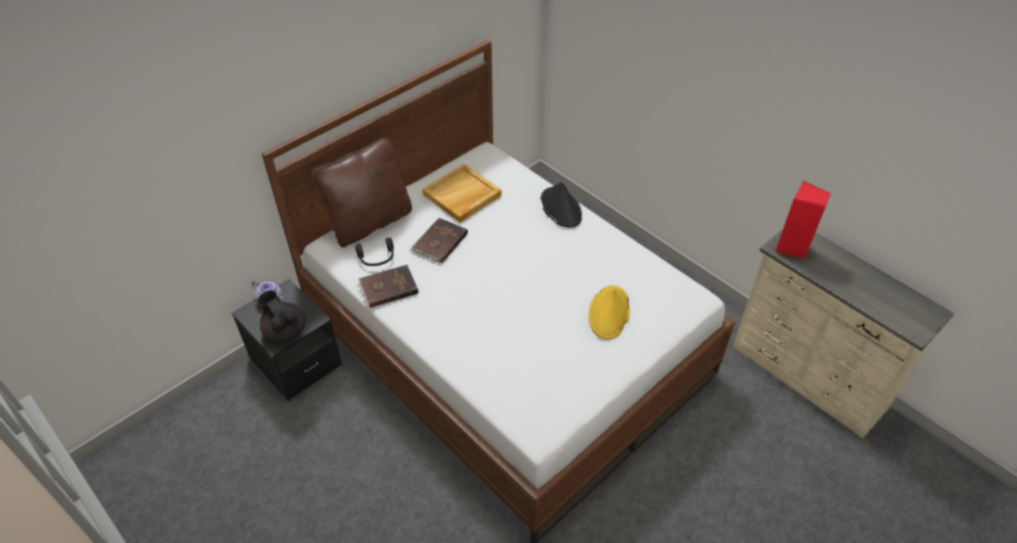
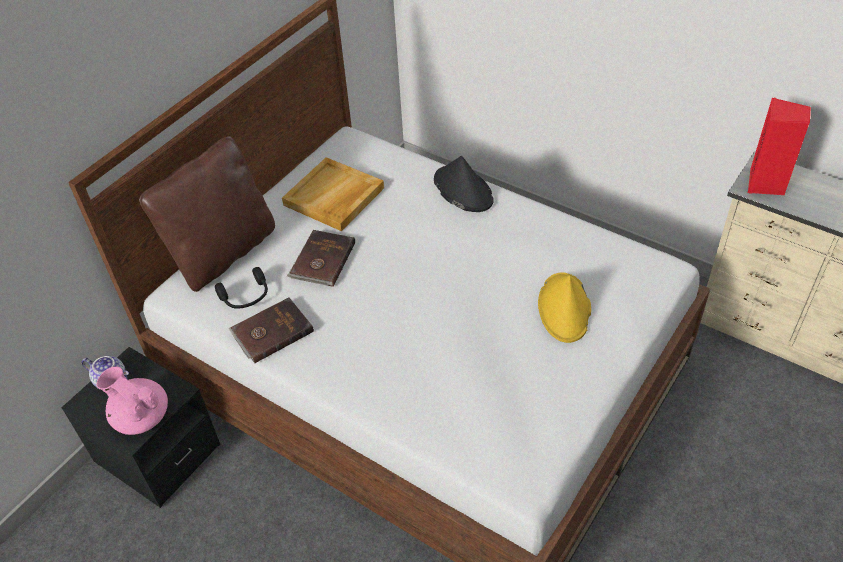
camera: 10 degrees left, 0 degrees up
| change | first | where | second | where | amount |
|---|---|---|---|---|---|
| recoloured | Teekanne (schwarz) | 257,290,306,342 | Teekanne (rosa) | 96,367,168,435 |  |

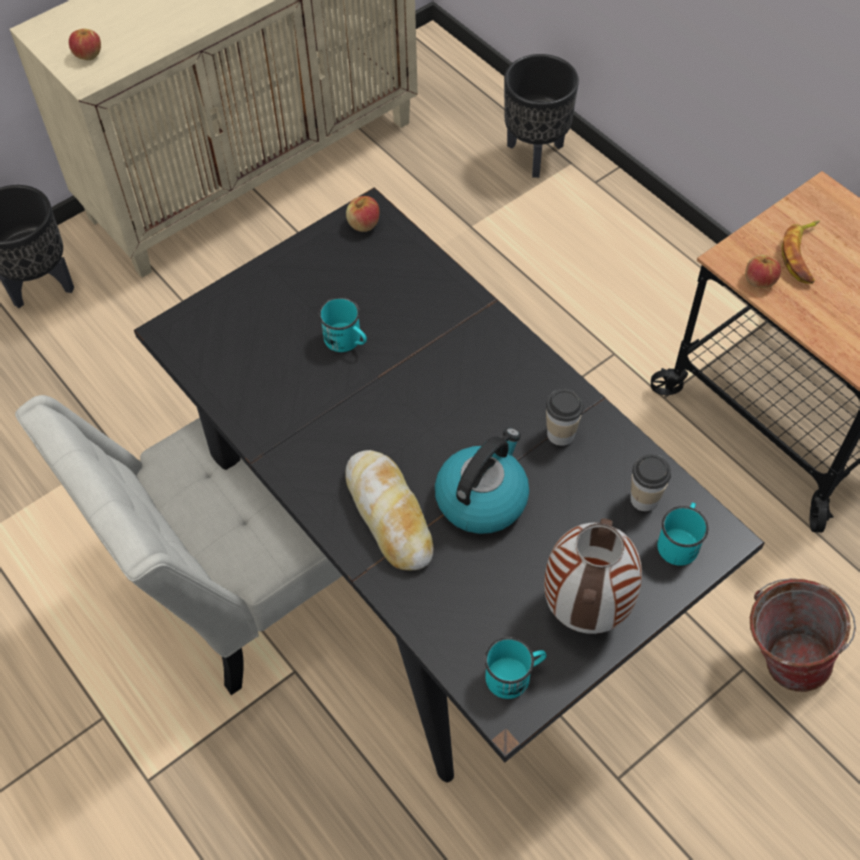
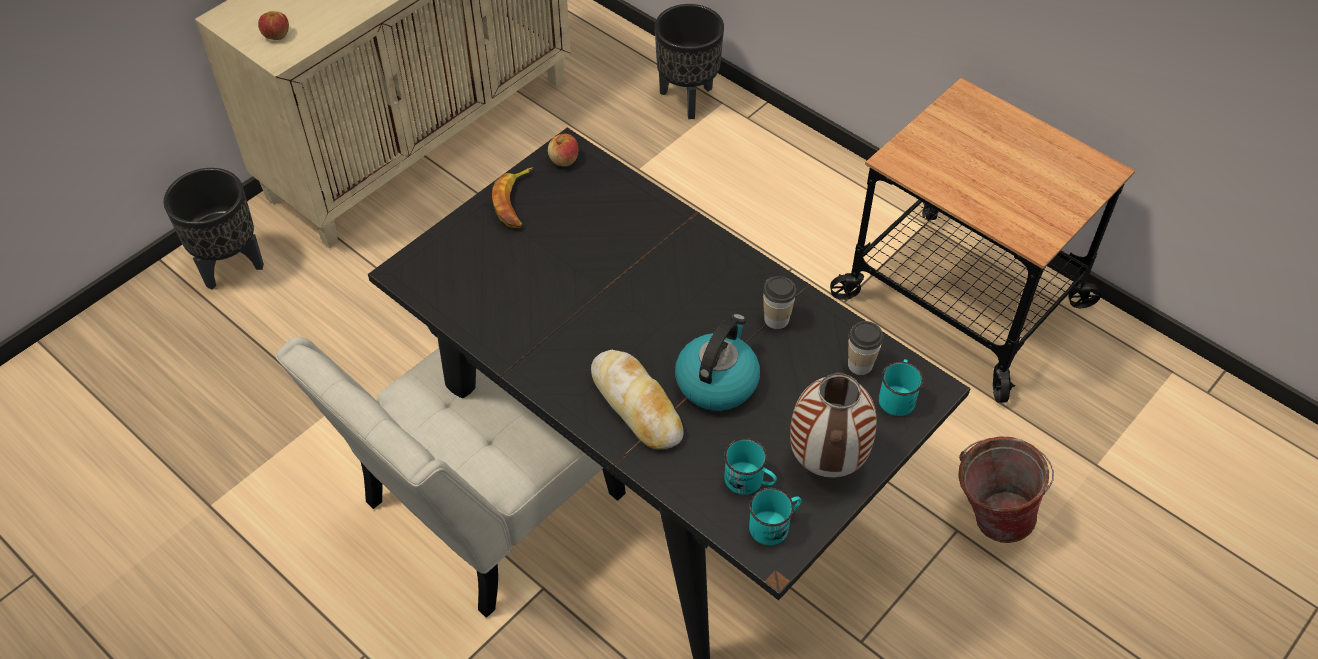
camera: 10 degrees left, 5 degrees down
| change | first | where | second | where | amount |
|---|---|---|---|---|---|
| moved | Henkelbecher (türkis) | 319,297,367,352 |  | 724,438,777,495 |  |
| removed | Apfel | 745,255,781,288 |  |  |  |
| moved | Banane | 781,221,820,284 |  | 492,167,533,228 |  |

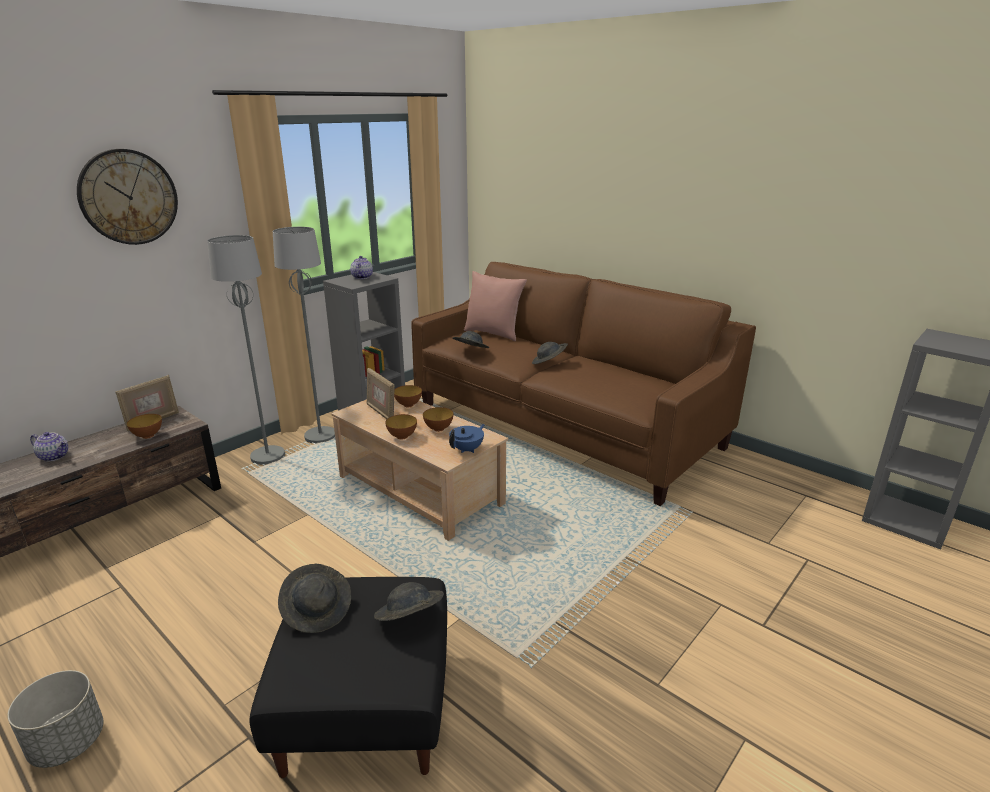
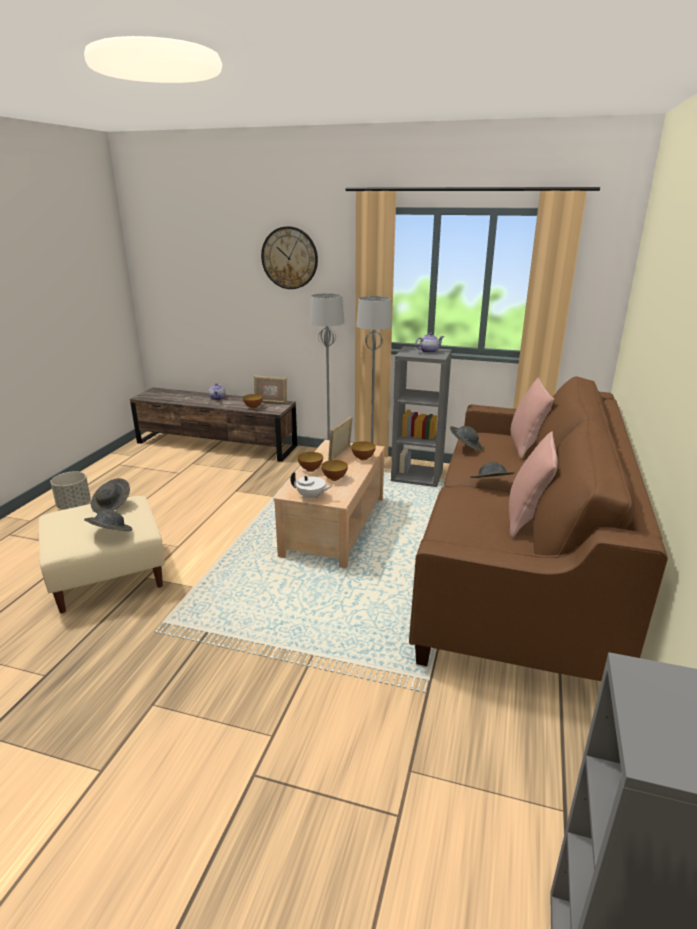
camera: 65 degrees right, 0 degrees up
| change | first | where | second | where | amount |
|---|---|---|---|---|---|
| recoloured | Polsterhocker (schwarz) | 249,577,447,778 | Polsterhocker (beige) | 39,496,165,613 |  |
| recoloured | Teekanne (blau) | 449,424,485,453 | Teekanne (weiß) | 290,472,333,501 |  |
| added |  |  | Kissen (rosa) | 509,431,558,538 |  |

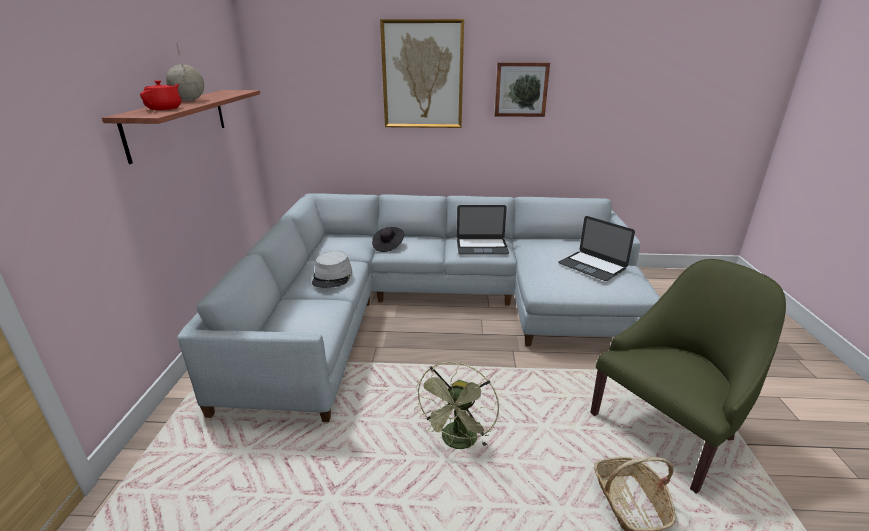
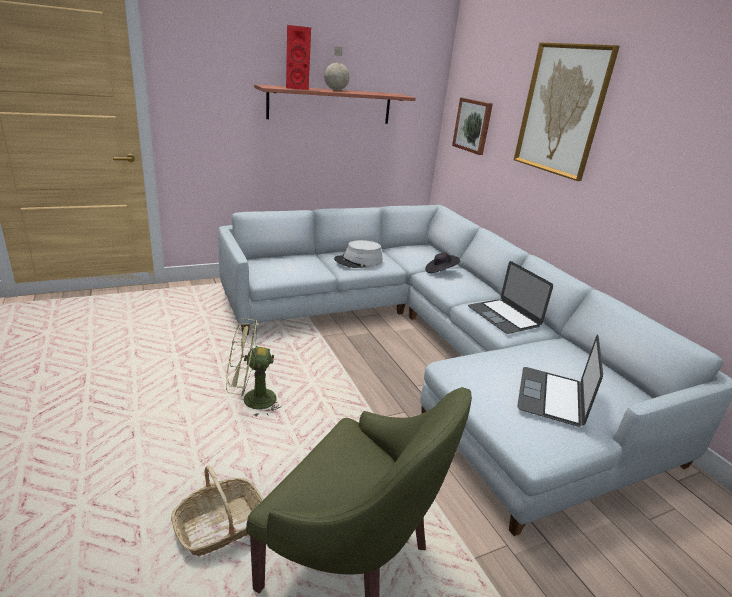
camera: 60 degrees right, 0 degrees up
| change | first | where | second | where | amount |
|---|---|---|---|---|---|
| replaced | Teekanne (rot) | 140,80,182,110 | Lautsprecher (rot) | 286,25,311,90 |  |
| moved | Bild | 494,62,550,117 |  | 452,98,493,155 |  |

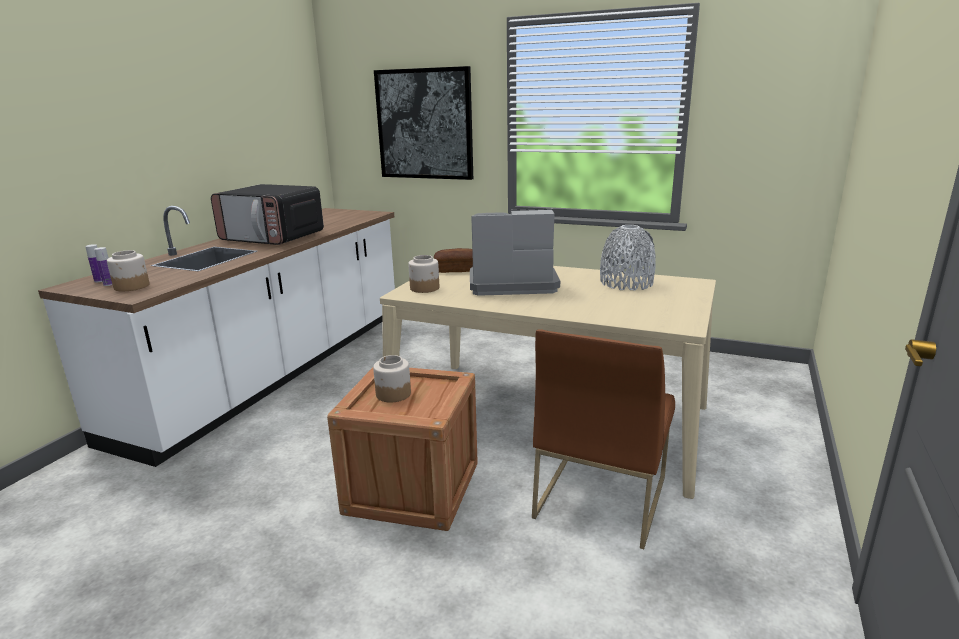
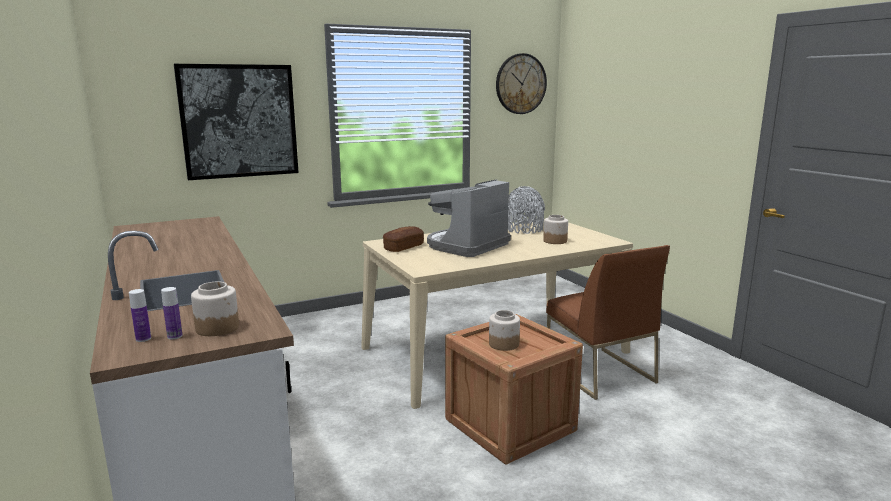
camera: 50 degrees left, 5 degrees down
| change | first | where | second | where | amount |
|---|---|---|---|---|---|
| removed | Mikrowelle | 211,184,324,245 |  |  |  |
| moved | Vorratsglas | 408,255,439,293 |  | 543,215,568,244 |  |
| added |  |  | Wanduhr | 496,53,547,114 |  |

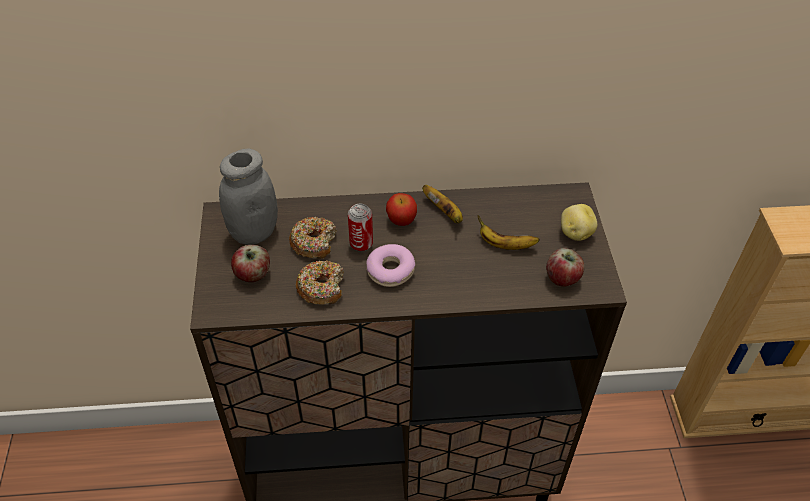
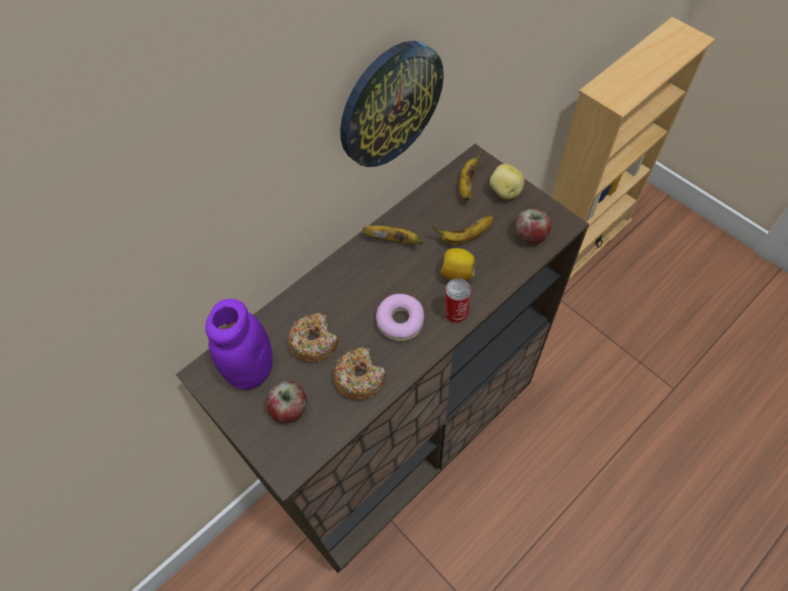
camera: 35 degrees left, 10 degrees up
| change | first | where | second | where | amount |
|---|---|---|---|---|---|
| recoloured | Vorratsglas (grau) | 219,149,278,245 | Vorratsglas (lila) | 205,299,273,390 |  |
| moved | Dose | 348,204,373,252 |  | 444,278,471,322 |  |
| removed | Apfel | 386,193,417,226 |  |  |  |
| added |  |  | Wanduhr | 340,41,444,167 |  |
| added |  |  | Zitrone | 441,248,475,281 |  |
| added |  |  | Banane | 459,150,484,200 |  |

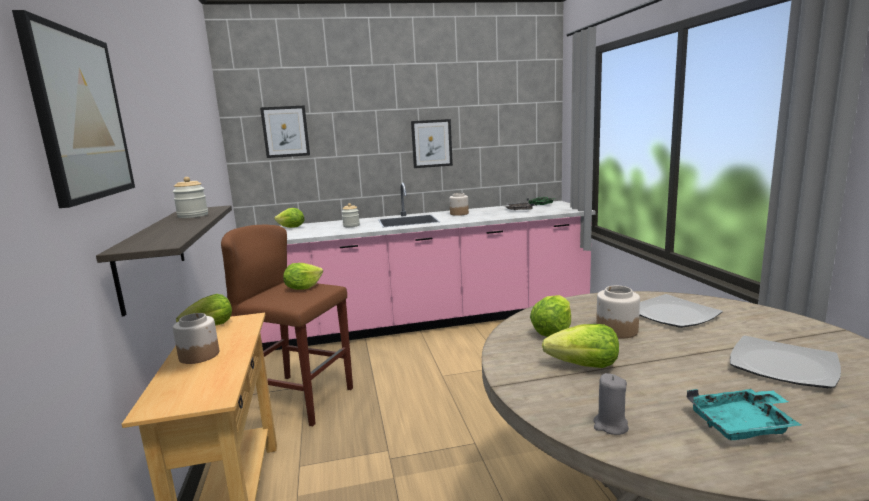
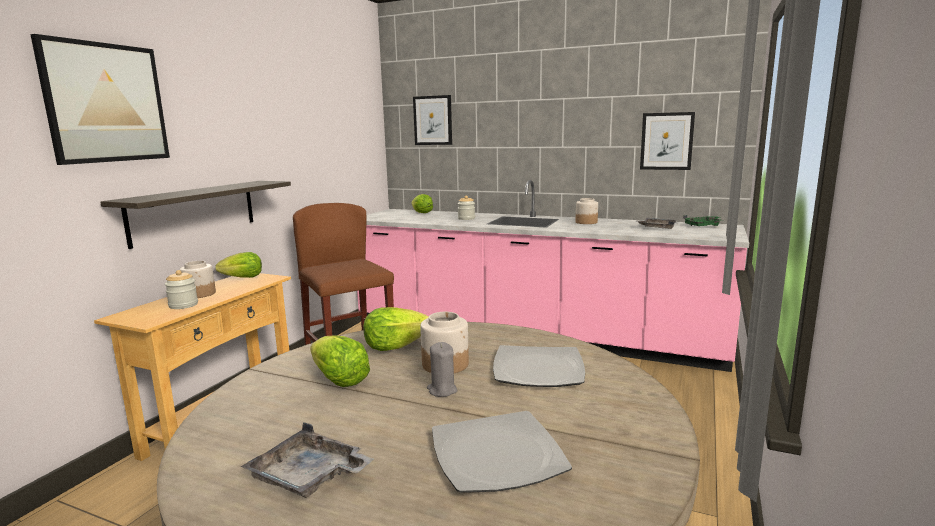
camera: 35 degrees right, 0 degrees up
| change | first | where | second | where | amount |
|---|---|---|---|---|---|
| moved | Vorratsglas | 172,177,208,218 |  | 165,270,198,309 |  |
| removed | Salatkopf | 283,263,323,290 |  |  |  |
| moved | Bild | 411,119,453,168 |  | 640,112,695,170 |  |
| moved | Kerze (grau) | 593,373,629,435 |  | 427,342,458,397 |  |
| recoloured | Tablett (türkis) | 687,389,801,440 | Tablett (grau) | 241,422,374,498 |  |

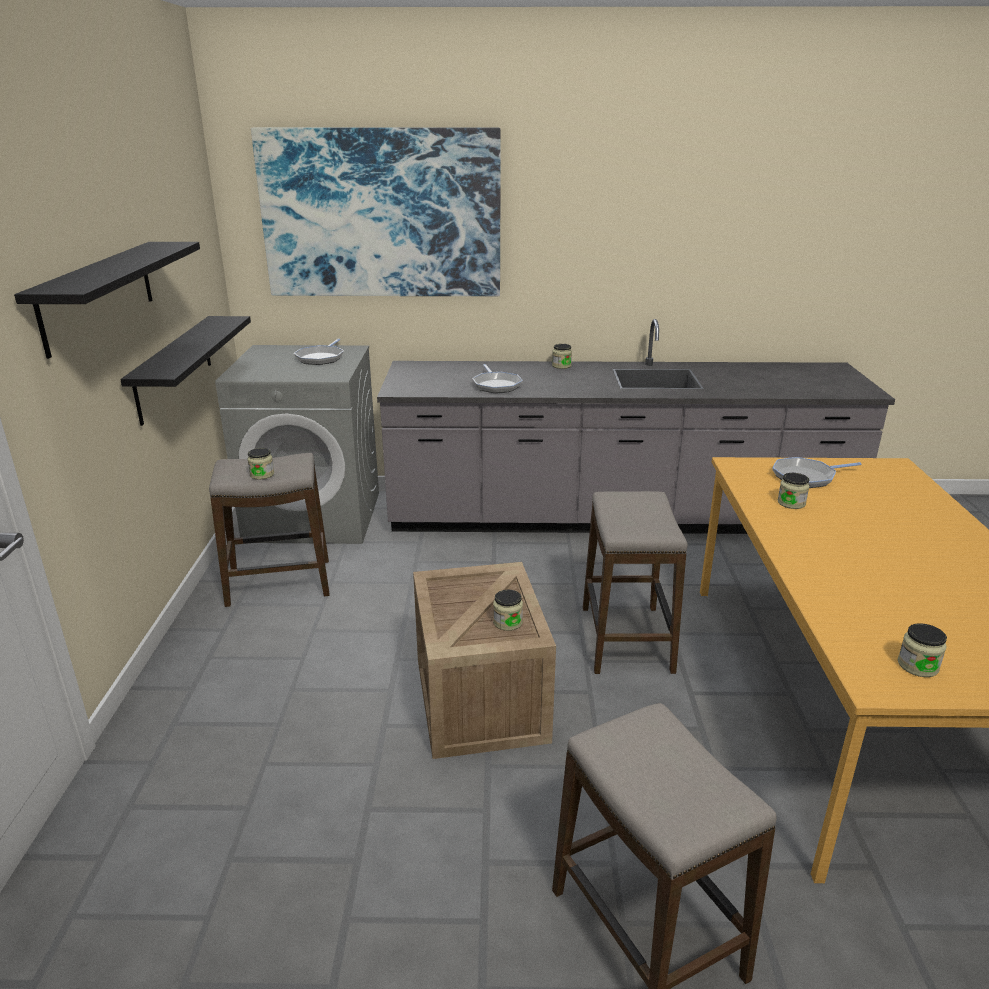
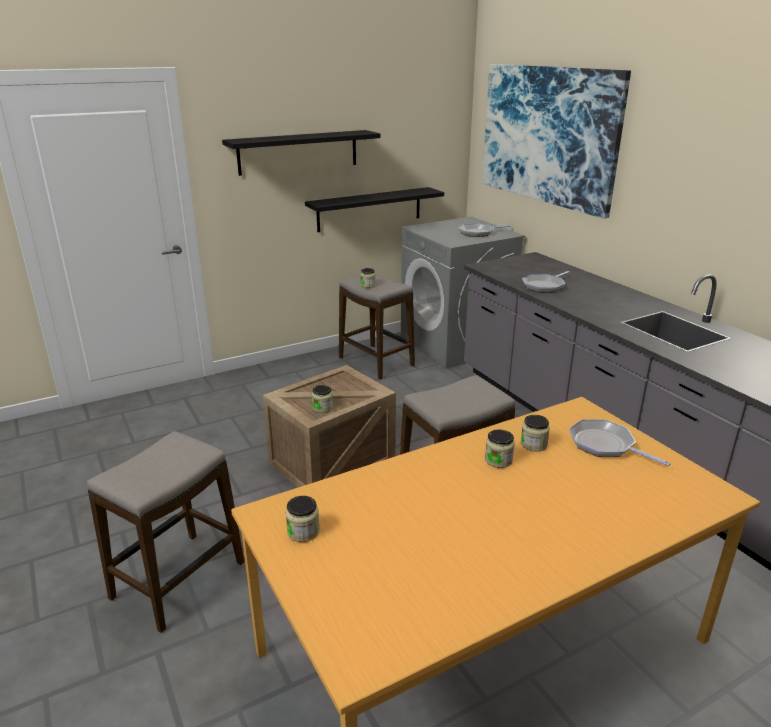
camera: 60 degrees right, 0 degrees up
| change | first | where | second | where | amount |
|---|---|---|---|---|---|
| moved | Vorratsglas | 552,344,572,369 |  | 485,430,515,468 |  |

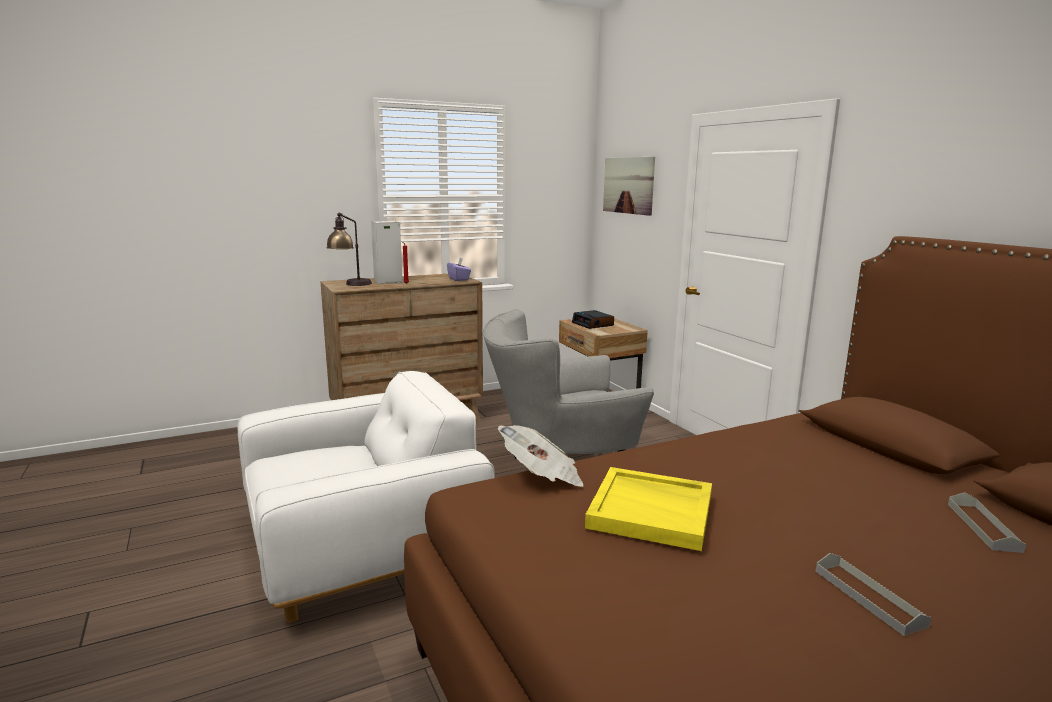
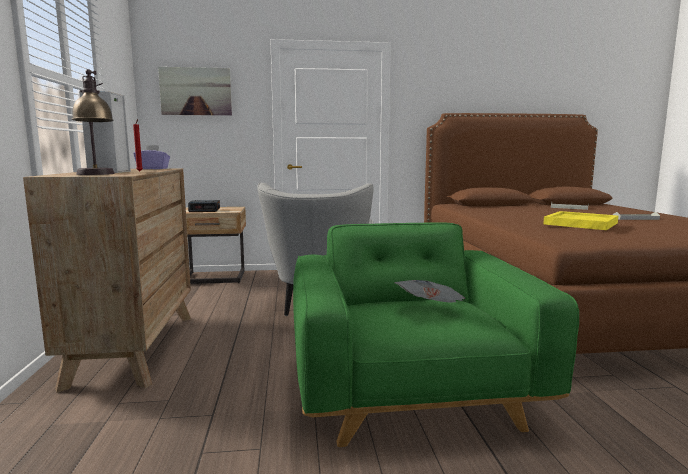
camera: 70 degrees left, 5 degrees down
| change | first | where | second | where | amount |
|---|---|---|---|---|---|
| recoloured | Sessel (weiß) | 237,371,495,623 | Sessel (grün) | 293,222,579,447 |  |
| moved | Zeitung | 498,425,584,487 |  | 394,280,465,303 |  |

